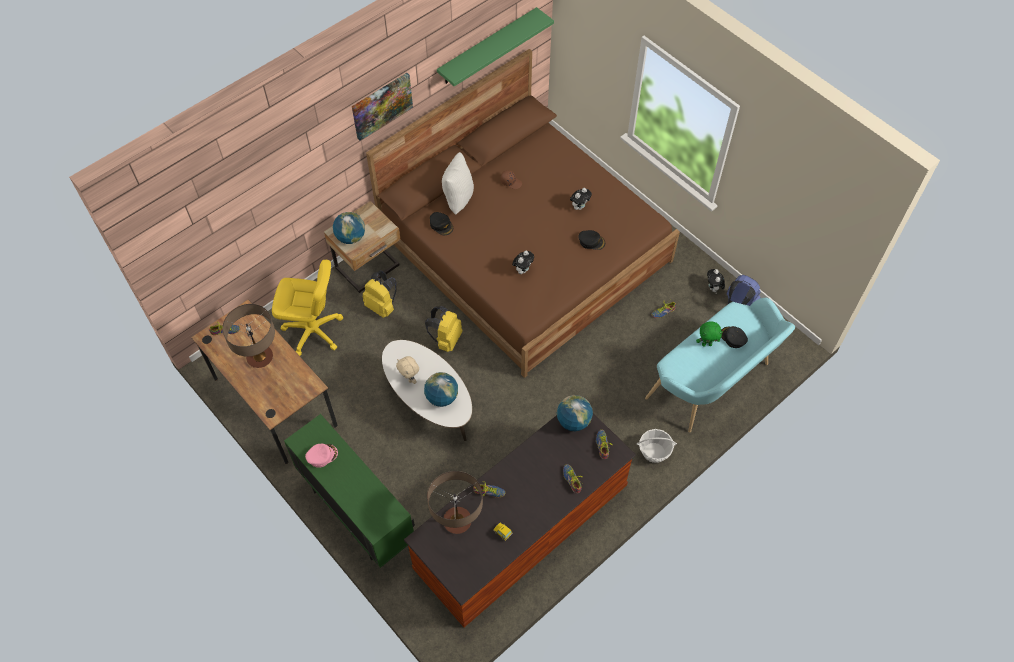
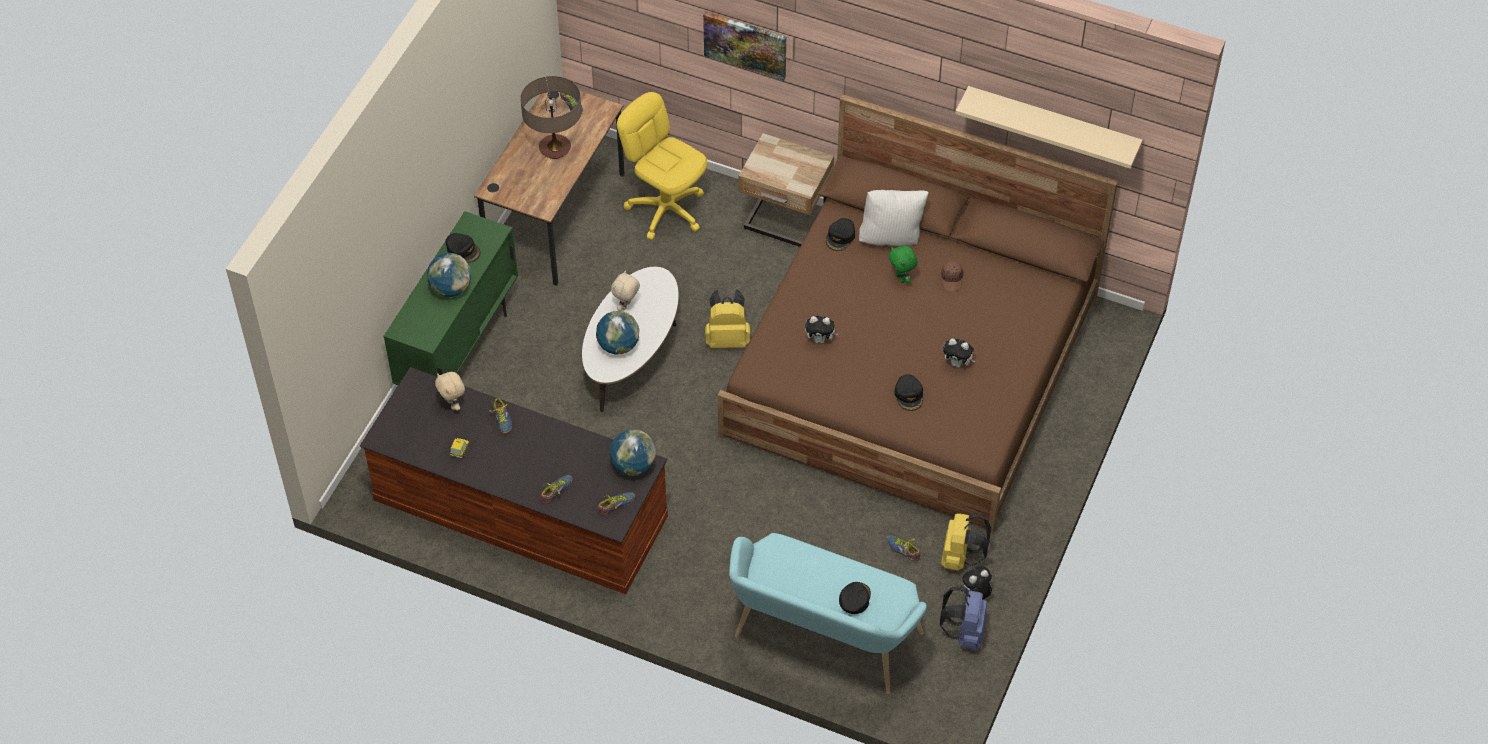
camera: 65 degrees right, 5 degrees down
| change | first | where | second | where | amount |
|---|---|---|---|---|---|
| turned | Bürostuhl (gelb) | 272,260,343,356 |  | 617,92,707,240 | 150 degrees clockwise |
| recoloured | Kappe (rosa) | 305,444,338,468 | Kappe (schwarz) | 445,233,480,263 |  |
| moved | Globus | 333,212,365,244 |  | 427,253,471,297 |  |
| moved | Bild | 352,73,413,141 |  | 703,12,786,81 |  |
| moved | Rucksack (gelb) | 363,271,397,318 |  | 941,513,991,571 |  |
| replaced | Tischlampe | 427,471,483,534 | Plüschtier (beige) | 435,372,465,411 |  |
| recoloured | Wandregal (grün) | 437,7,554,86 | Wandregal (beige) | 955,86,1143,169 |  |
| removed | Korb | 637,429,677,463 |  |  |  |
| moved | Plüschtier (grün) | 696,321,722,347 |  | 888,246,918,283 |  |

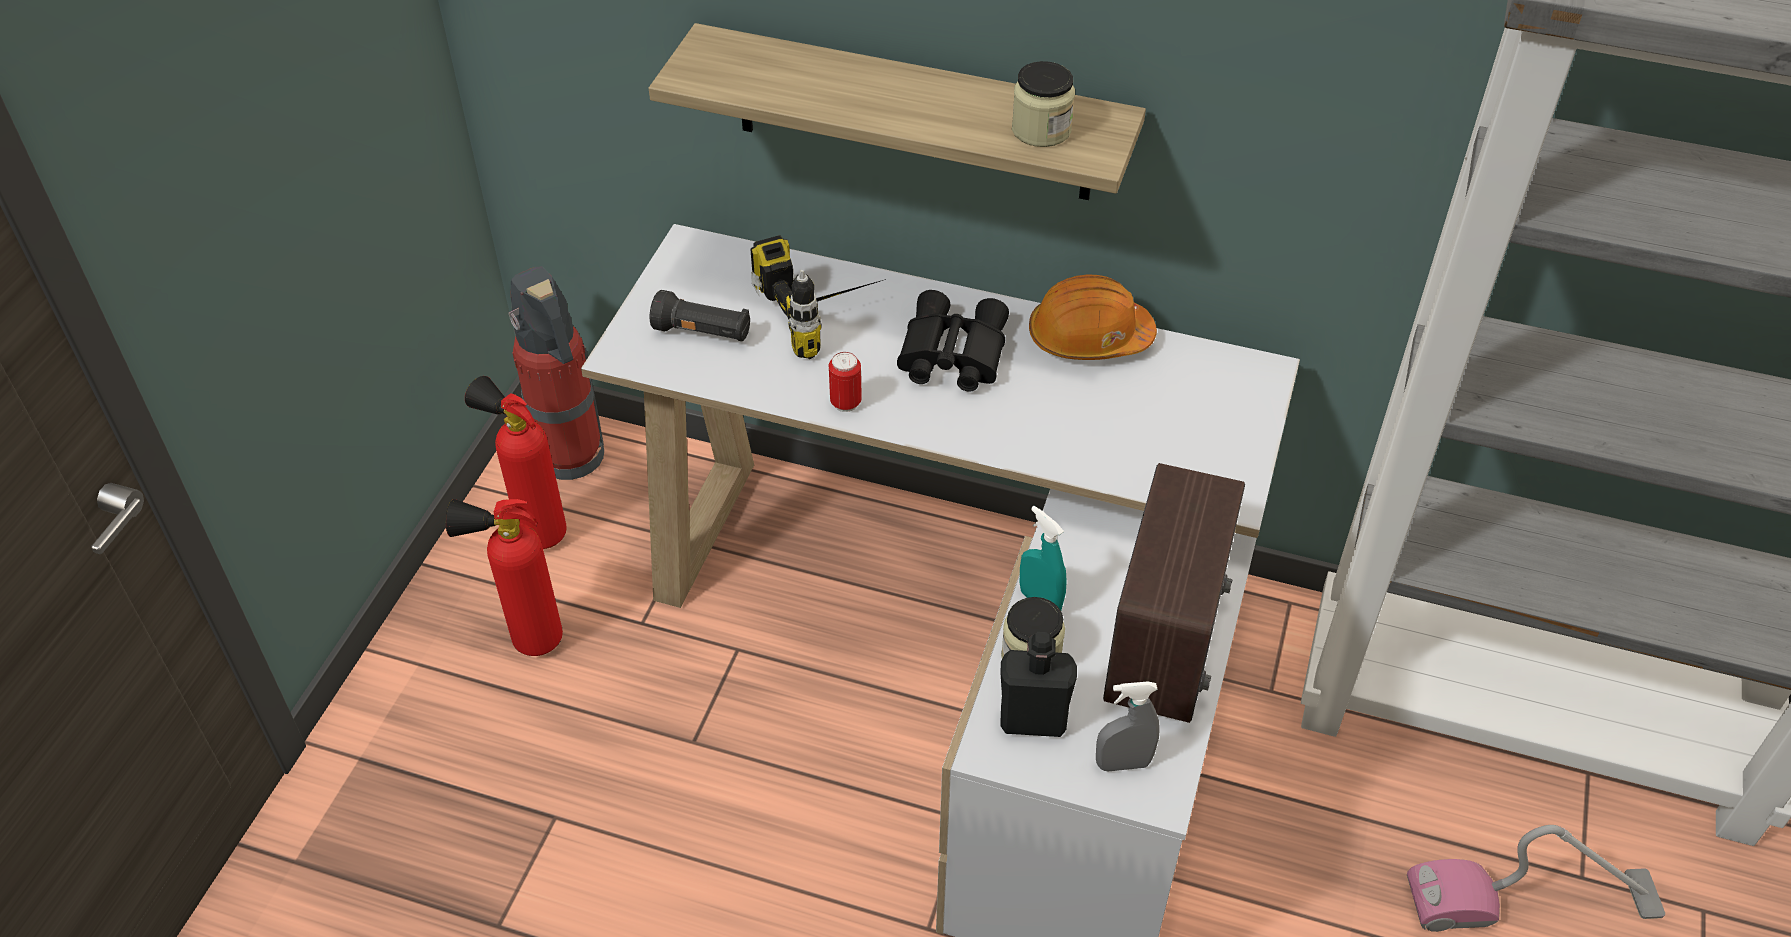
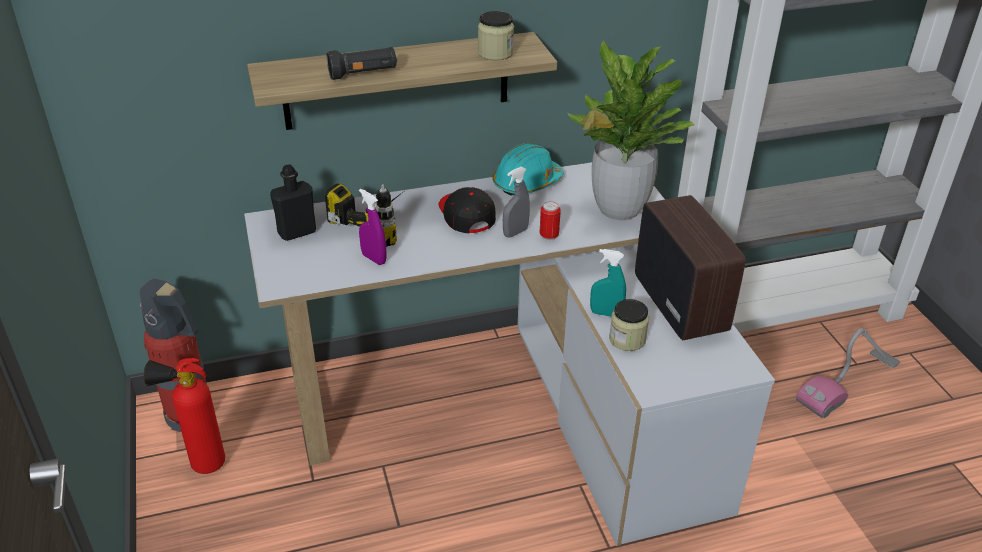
camera: 35 degrees left, 10 degrees down
| change | first | where | second | where | amount |
|---|---|---|---|---|---|
| removed | Feuerlöscher | 446,499,563,656 |  |  |  |
| moved | Taschenlampe (schwarz) | 650,290,750,341 |  | 327,47,397,80 |  |
| moved | Dose | 829,352,862,412 |  | 540,201,561,241 |  |
| replaced | Fernglas (schwarz) | 897,290,1009,392 | Kappe (schwarz) | 439,187,496,233 |  |
| moved | Flasche (schwarz) | 1000,632,1077,737 |  | 270,164,316,241 |  |
| recoloured | Schutzhelm (orange) | 1029,274,1157,360 | Schutzhelm (türkis) | 492,143,564,196 |  |
| moved | Sprühflasche (grau) | 1096,681,1160,772 |  | 503,167,530,238 |  |
| added |  |  | Sprühflasche (lila) | 359,189,387,265 |  |
| added |  |  | Topfpflanze | 567,40,695,220 |  |

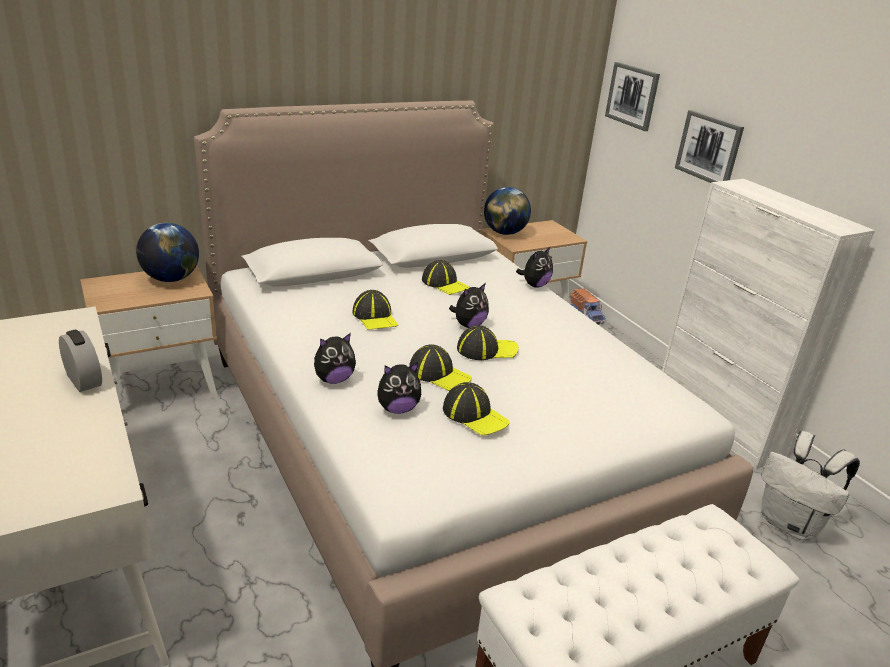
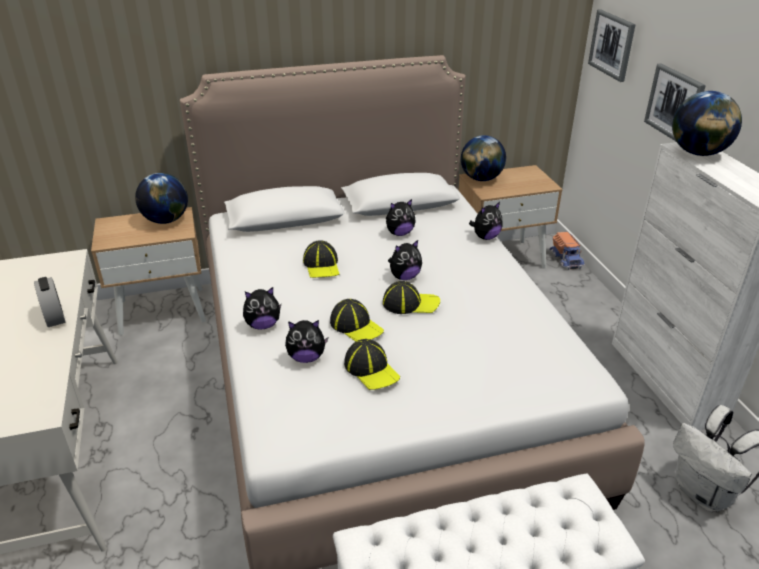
camera: 15 degrees right, 5 degrees up
| change | first | where | second | where | amount |
|---|---|---|---|---|---|
| replaced | Kappe | 422,260,470,295 | Plüschtier | 386,199,416,236 |  |
| added |  |  | Globus | 672,91,742,156 |  |

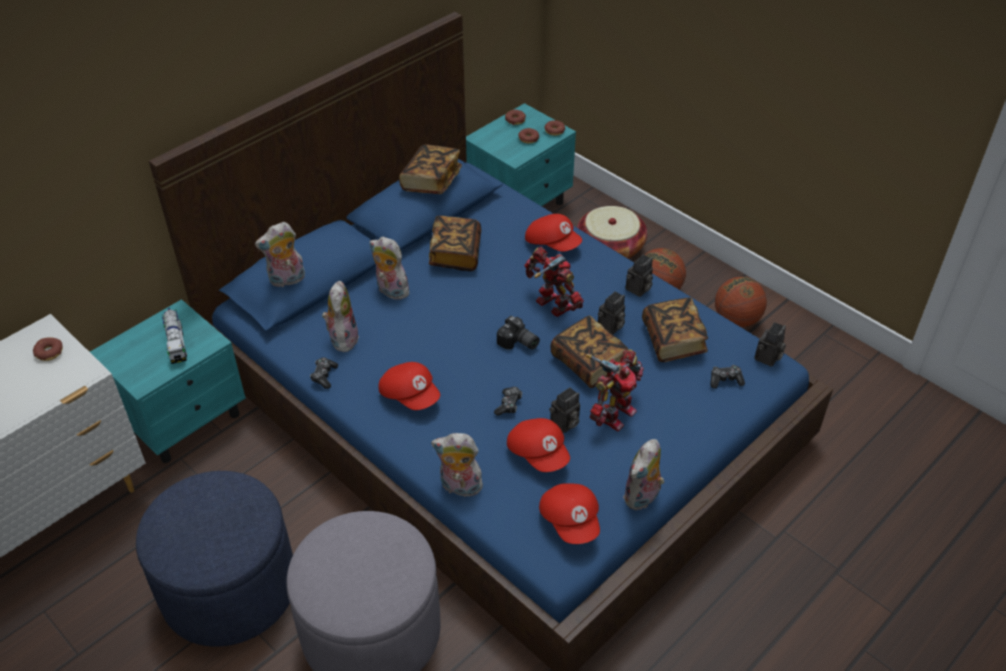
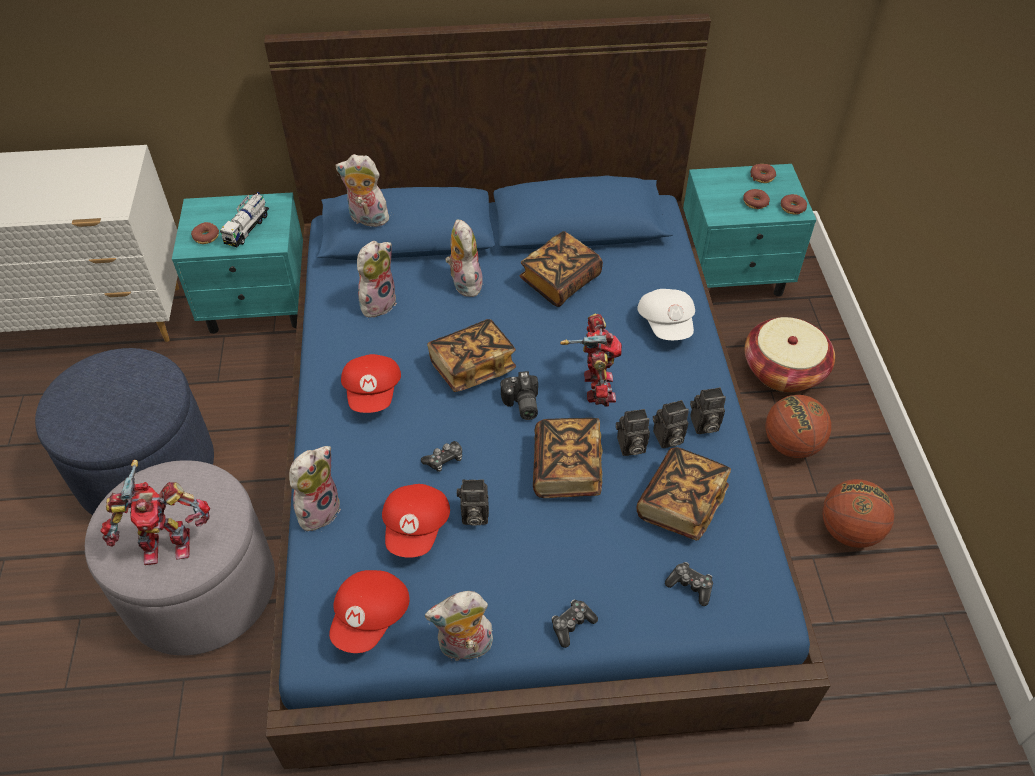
camera: 40 degrees right, 5 degrees up
| change | first | where | second | where | amount |
|---|---|---|---|---|---|
| moved | Donut | 33,338,63,361 |  | 191,222,219,244 |  |
| moved | Gamepad | 310,357,338,389 |  | 551,600,598,648 |  |
| moved | Buch | 399,145,462,194 |  | 427,319,516,392 |  |
| turned | Plüschtier | 431,433,485,497 |  | 289,446,341,531 | 75 degrees clockwise |
| recoloured | Kappe (rot) | 525,214,582,252 | Kappe (weiß) | 637,289,695,340 |  |
| moved | Spielzeugroboter | 585,350,644,431 |  | 101,460,210,565 |  |
| moved | Kamera | 755,322,786,367 |  | 653,400,689,448 |  |

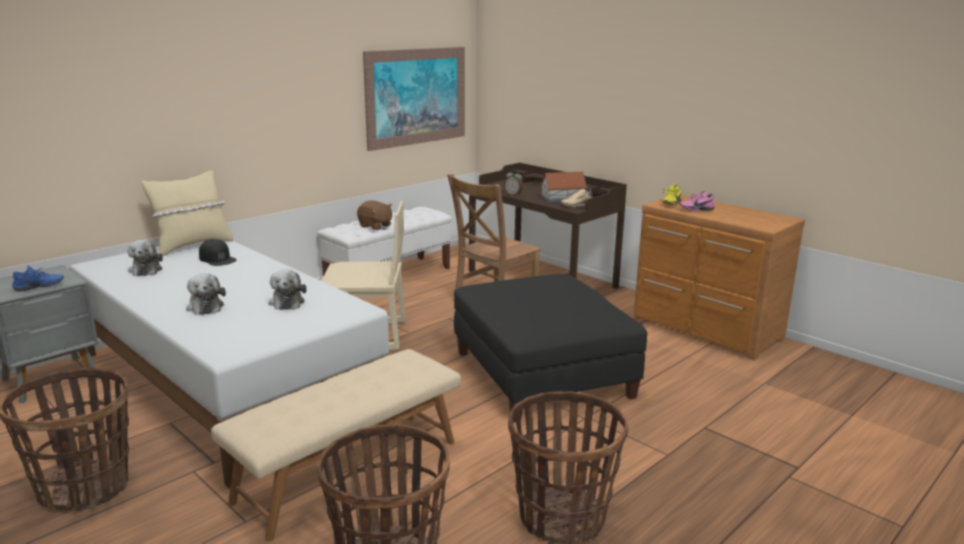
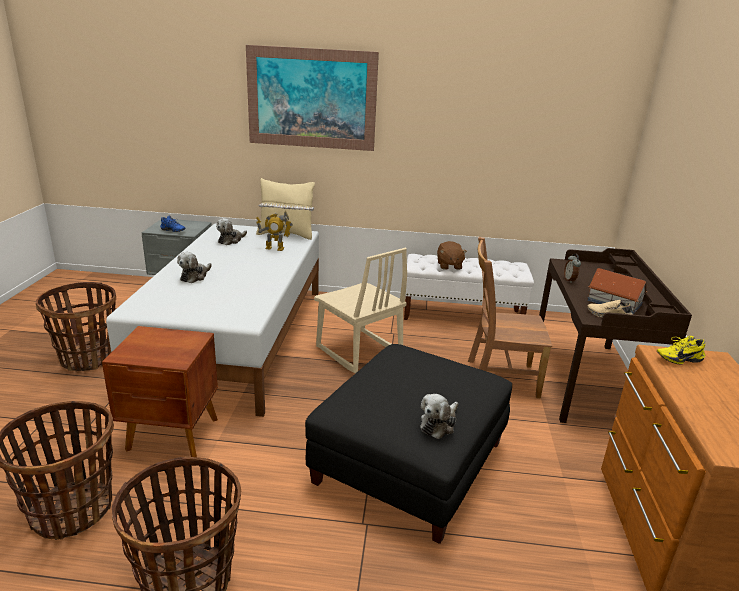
camera: 50 degrees right, 5 degrees up
| change | first | where | second | where | amount |
|---|---|---|---|---|---|
| replaced | Kappe (schwarz) | 199,239,237,266 | Spielzeugroboter | 256,211,293,251 |  |
| replaced | Bank (beige) | 211,349,461,541 | Nachttisch (braun) | 102,326,218,457 |  |
| moved | Plüschtier | 269,269,306,310 |  | 420,394,458,439 |  |
| moved | Bild | 363,47,465,151 |  | 246,45,379,151 |  |
| removed | Schuh (rosa) | 680,190,715,212 |  |  |  |

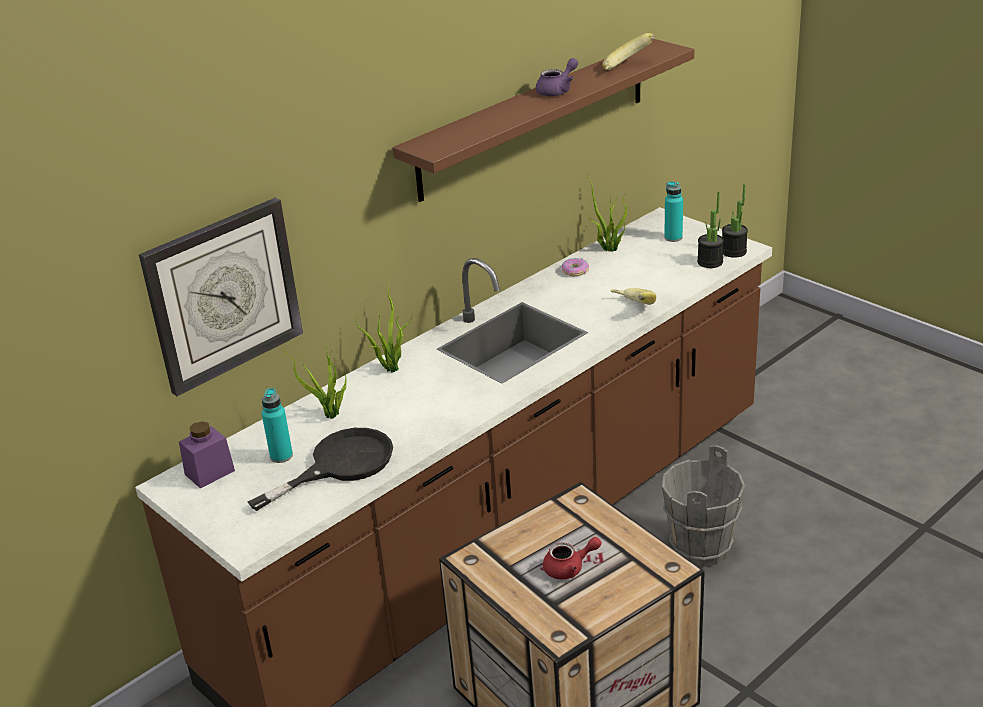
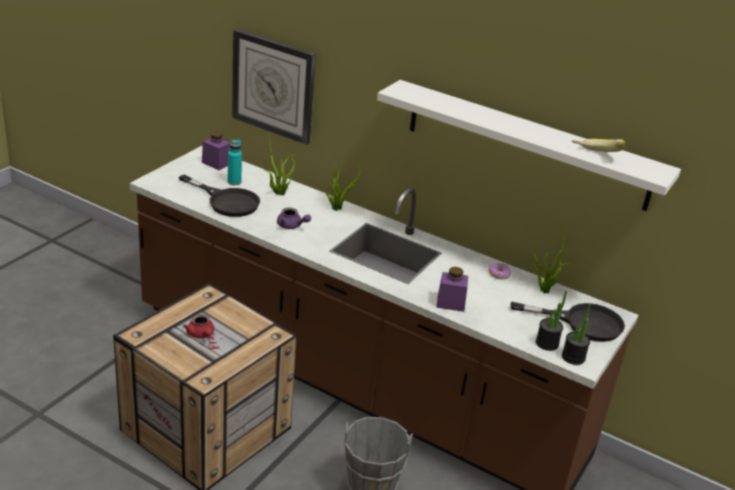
camera: 70 degrees right, 0 degrees up
| change | first | where | second | where | amount |
|---|---|---|---|---|---|
| recoloured | Wandregal (braun) | 393,39,694,202 | Wandregal (weiß) | 377,80,681,211 |  |
| moved | Teekanne (lila) | 536,58,578,96 |  | 277,208,311,229 |  |
| replaced | Banane | 611,288,656,305 | Vorratsglas (lila) | 436,267,468,312 |  |
| replaced | Flasche (türkis) | 664,182,683,242 | Pfanne (schwarz) | 511,302,625,342 |  |

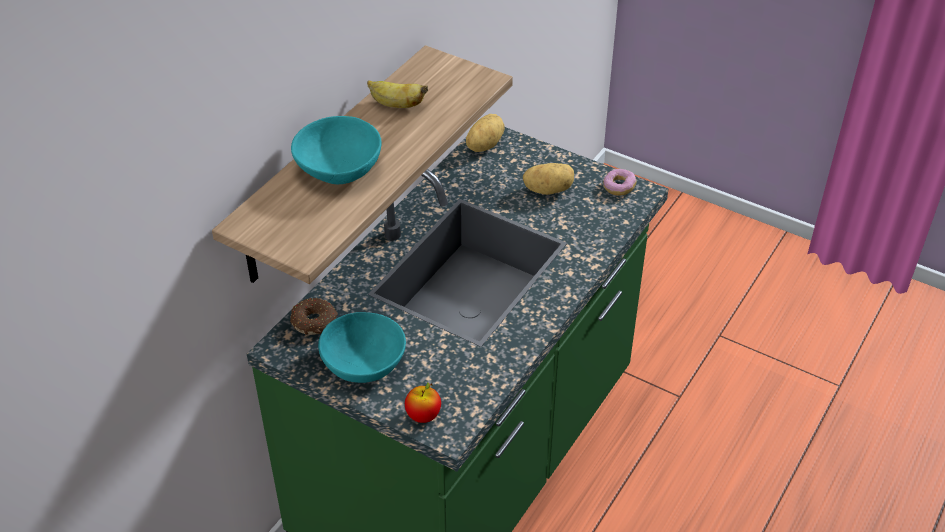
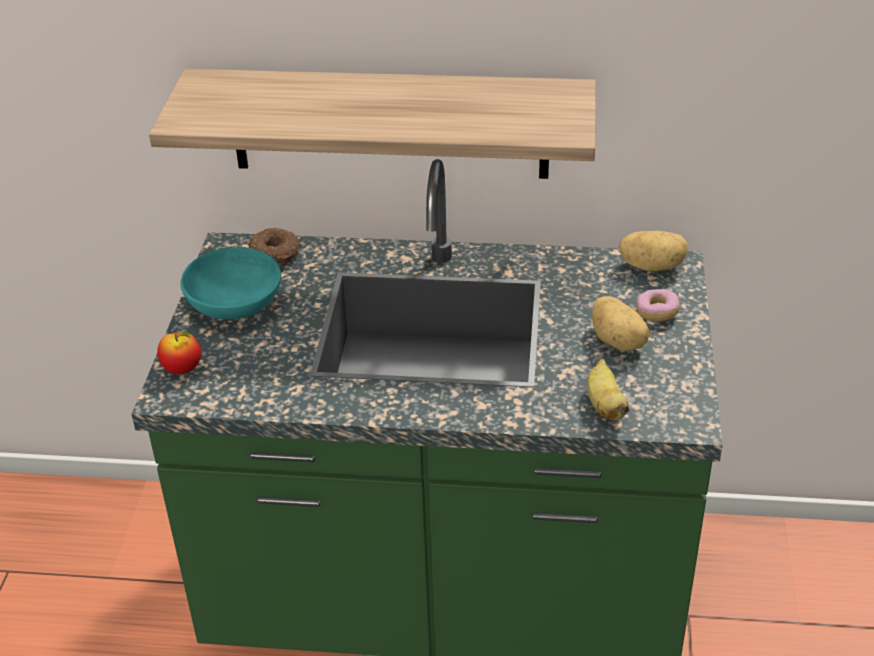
camera: 65 degrees right, 5 degrees down
| change | first | where | second | where | amount |
|---|---|---|---|---|---|
| removed | Schüssel (türkis) | 291,116,382,184 |  |  |  |
| moved | Banane | 367,80,428,108 |  | 587,359,630,420 |  |
| moved | Donut | 603,169,636,196 |  | 636,289,680,321 |  |

